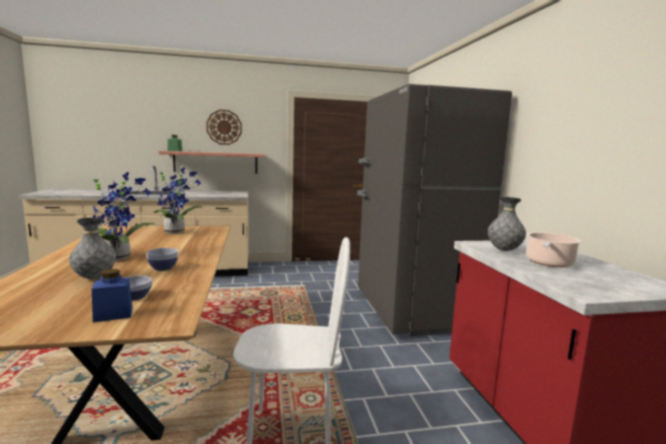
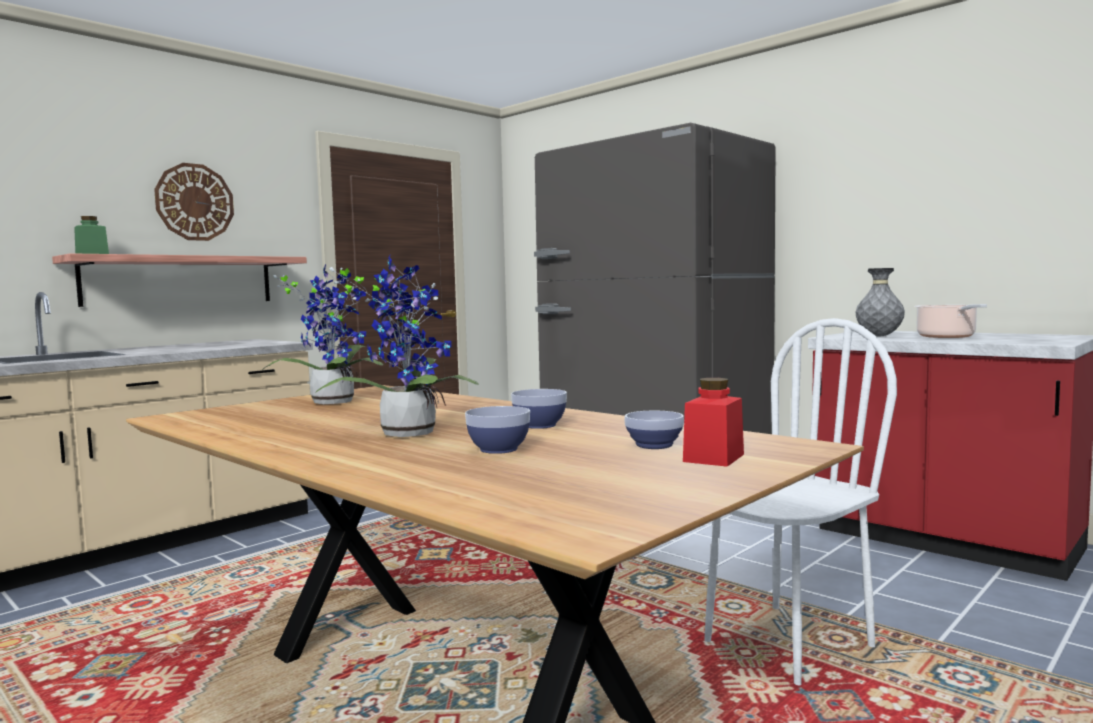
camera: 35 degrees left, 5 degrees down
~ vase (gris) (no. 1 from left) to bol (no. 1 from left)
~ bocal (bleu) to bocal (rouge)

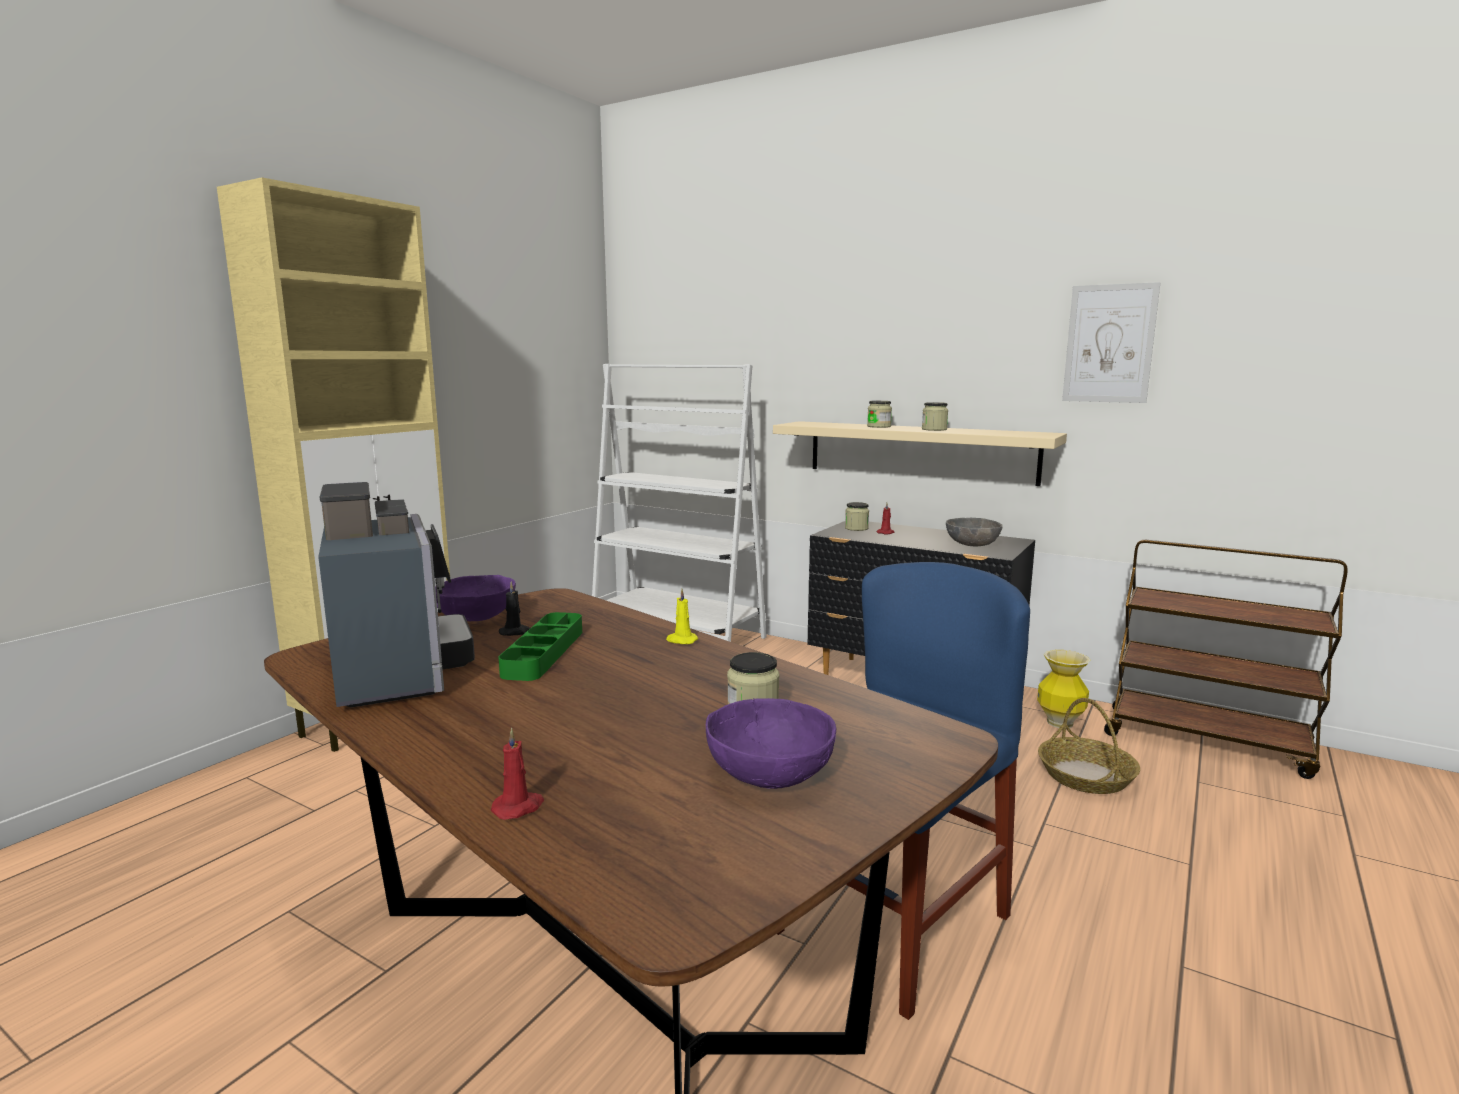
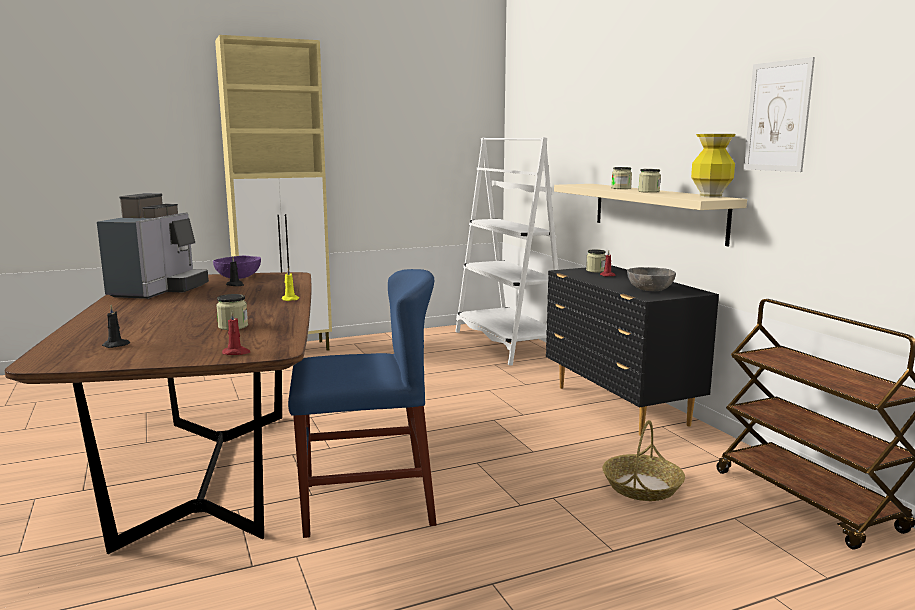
camera: 35 degrees right, 0 degrees up
~ bougie (rouge) (no. 1 from left)
- plateau (vert)
- bol (violet) (no. 2 from left)
~ vase
+ bougie (noir) (no. 1 from left)

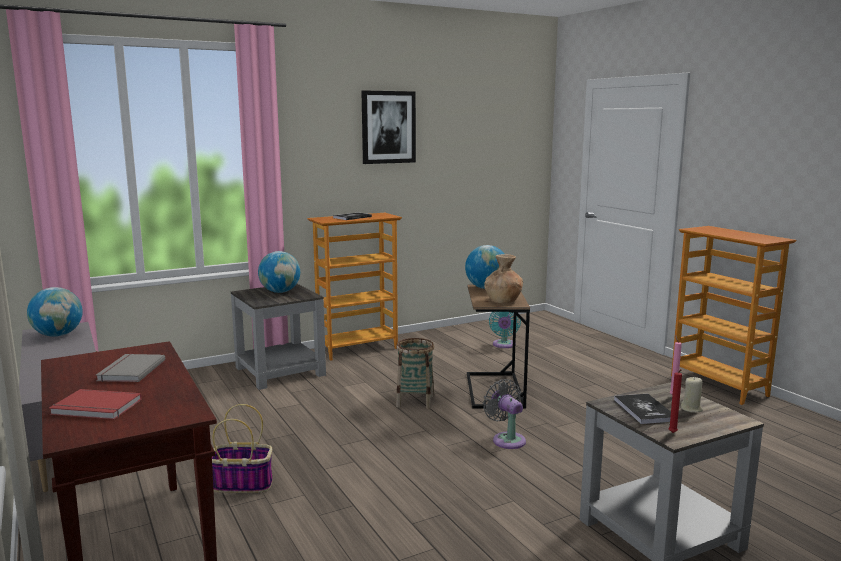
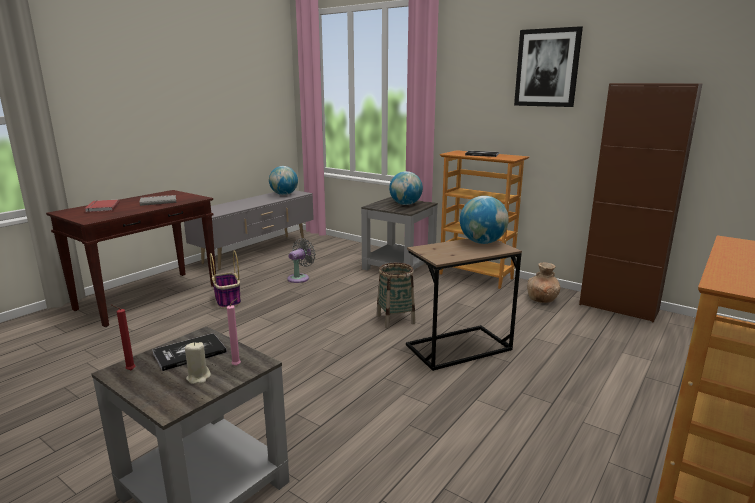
camera: 65 degrees right, 5 degrees up
~ ventilateur (gris)
~ vase (marron)
- ventilateur (turquoise)
+ meuble de rangement (marron)

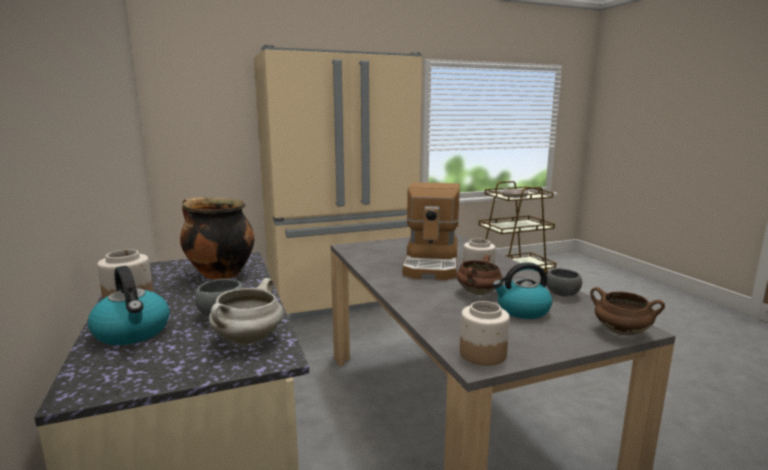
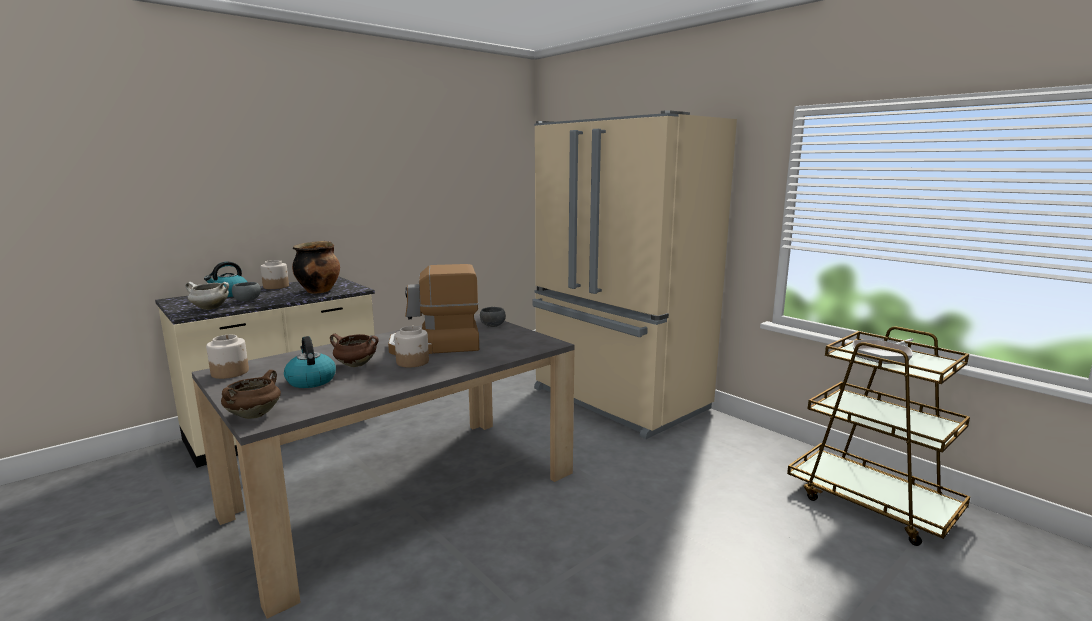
camera: 70 degrees right, 0 degrees up
~ bol (gris) (no. 2 from left)

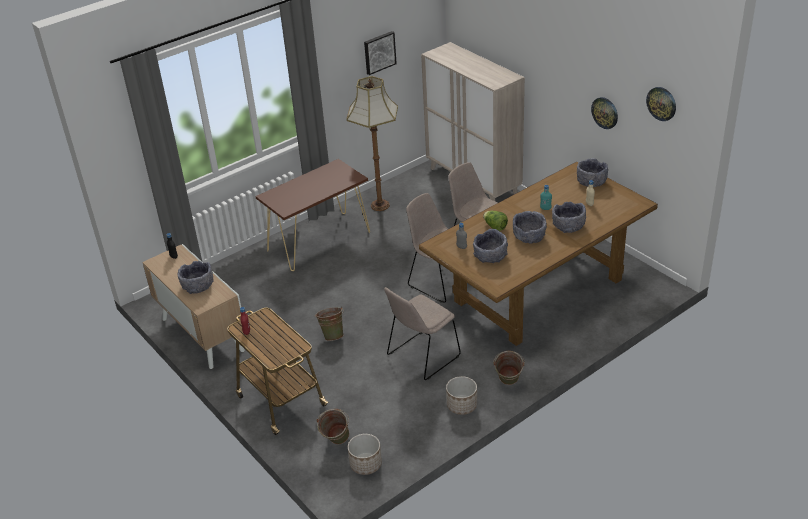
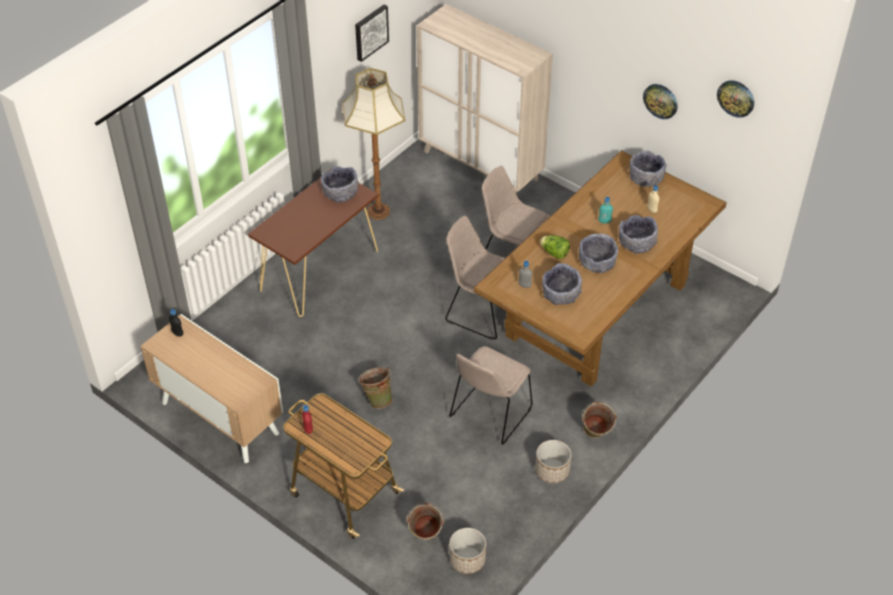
camera: 15 degrees left, 10 degrees up
~ bol (gris) (no. 1 from left)

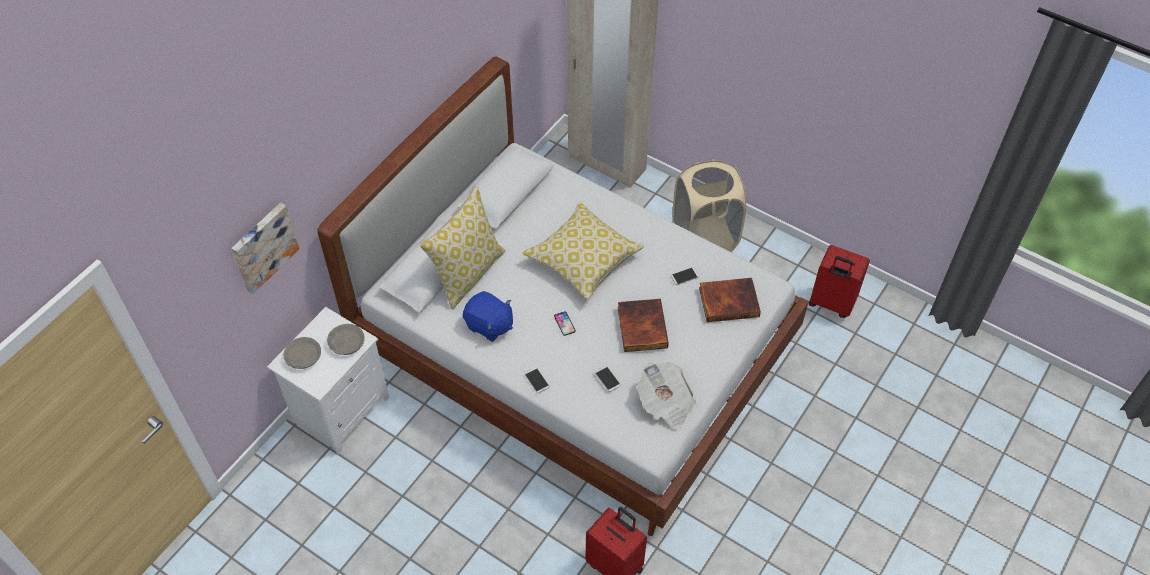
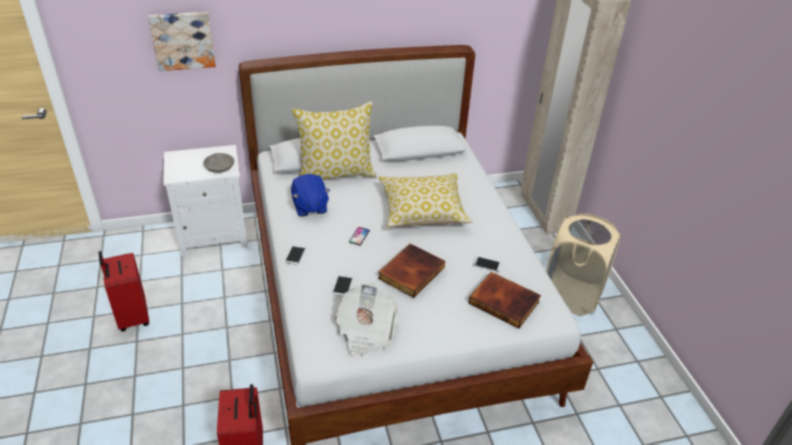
camera: 40 degrees right, 15 degrees down
- bol (gris) (no. 1 from left)
~ valise (rouge) (no. 2 from left in the first image) to valise (rouge) (no. 1 from left)

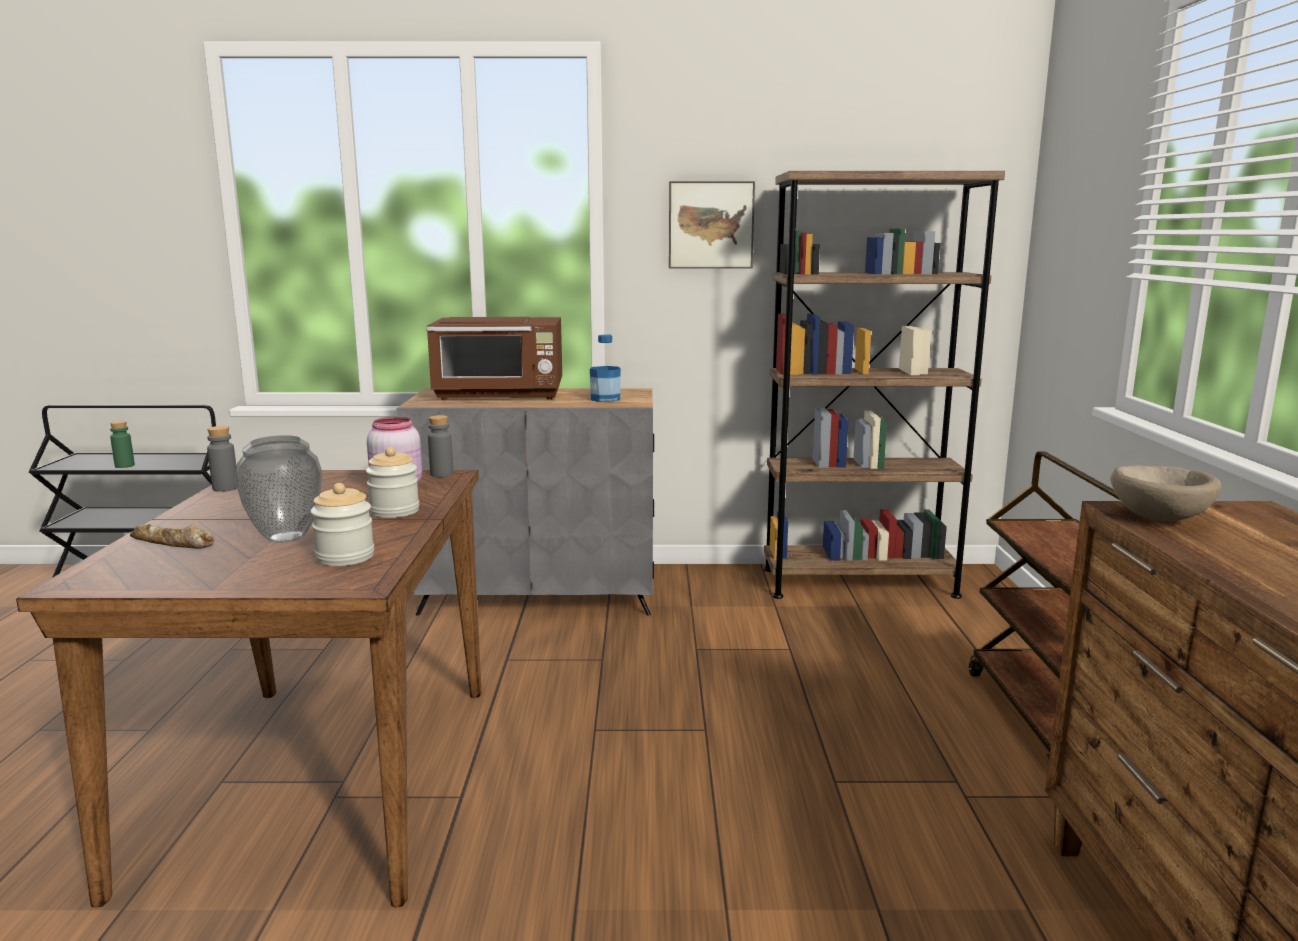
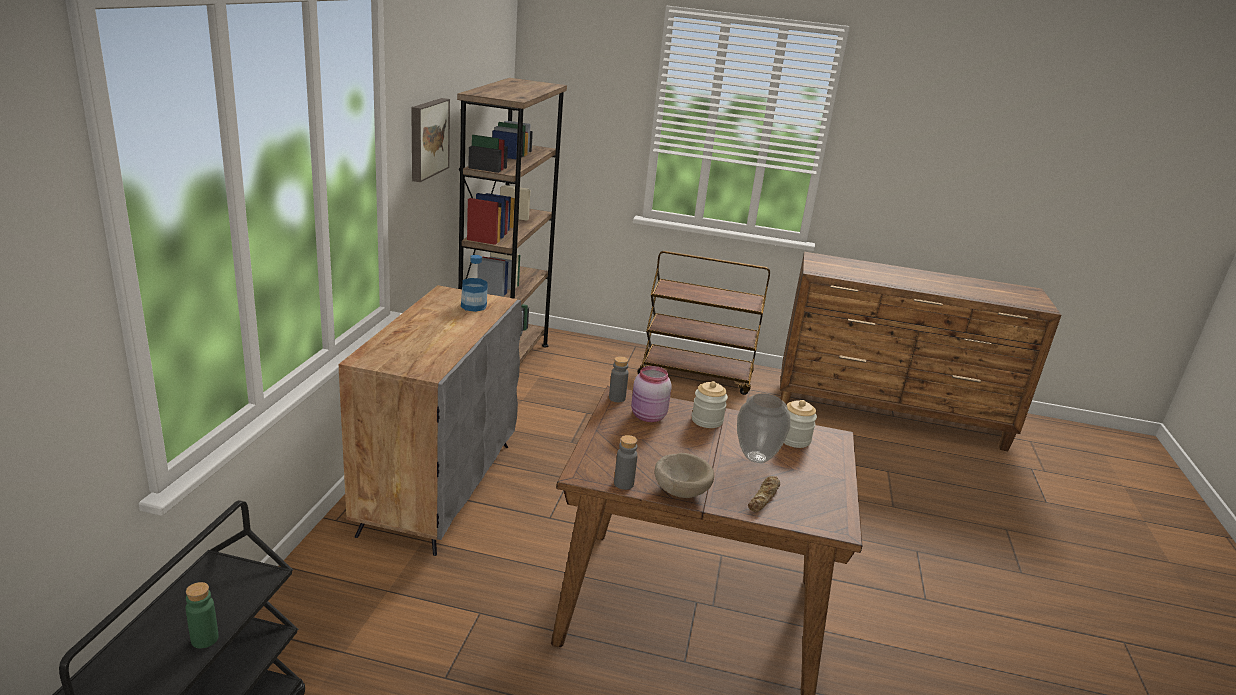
camera: 80 degrees left, 10 degrees up
- micro-ondes (marron)
~ bol (beige)

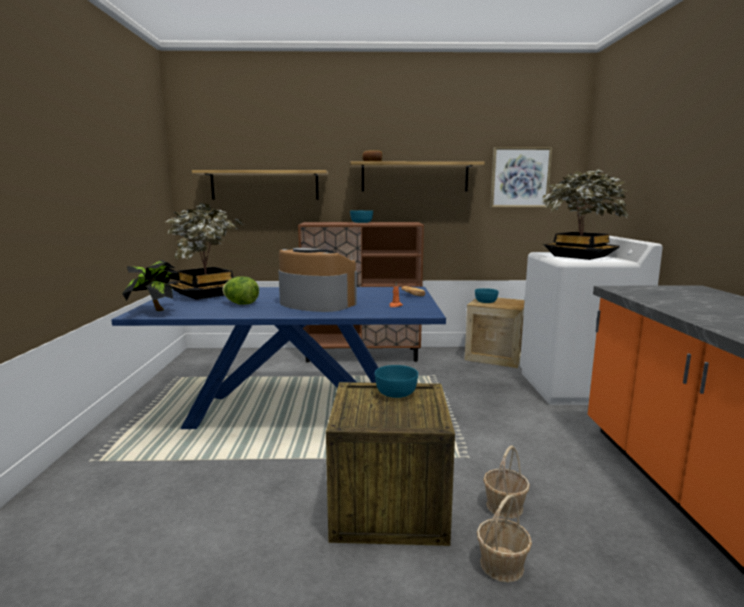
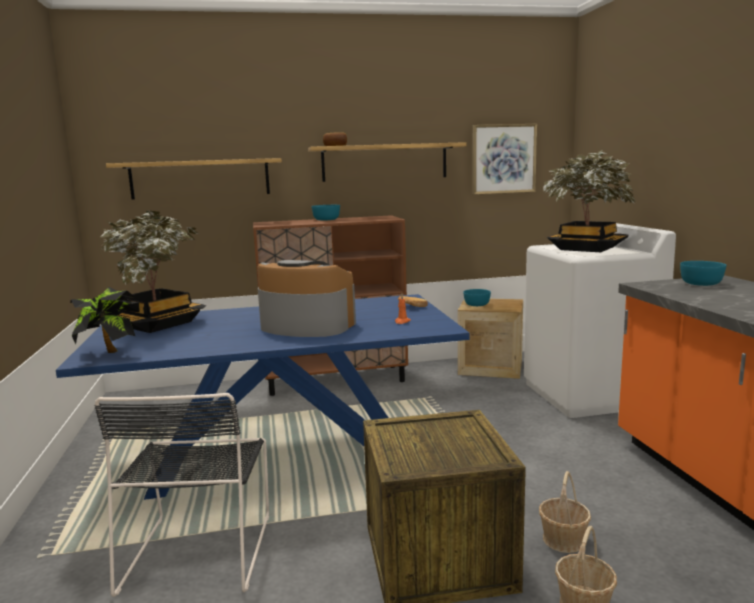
camera: 10 degrees left, 0 degrees up
- laitue
~ bol (turquoise) (no. 2 from left in the first image) to bol (turquoise) (no. 3 from left)
+ chaise (noir)

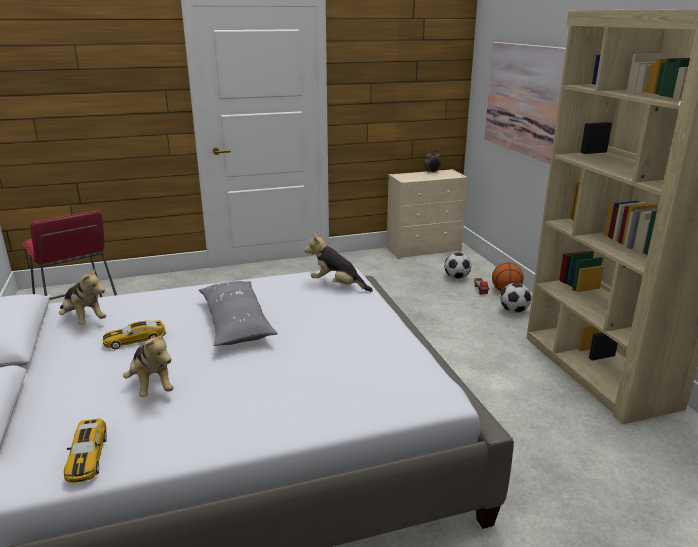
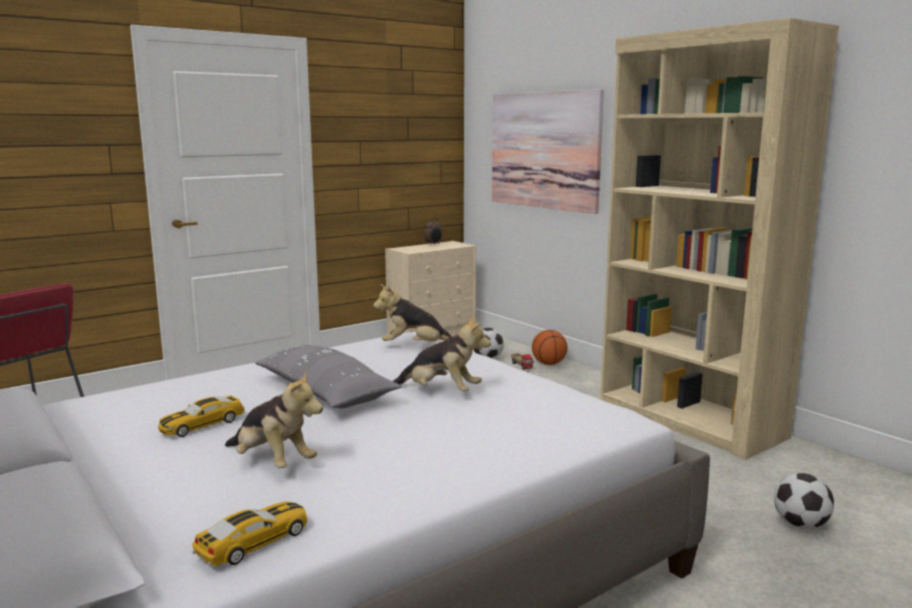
camera: 20 degrees left, 10 degrees down
~ peluche (no. 1 from left in the first image) to peluche (no. 3 from left)
~ petite voiture (no. 1 from left in the first image) 105 degrees counterclockwise
~ ballon de foot (no. 2 from left)

